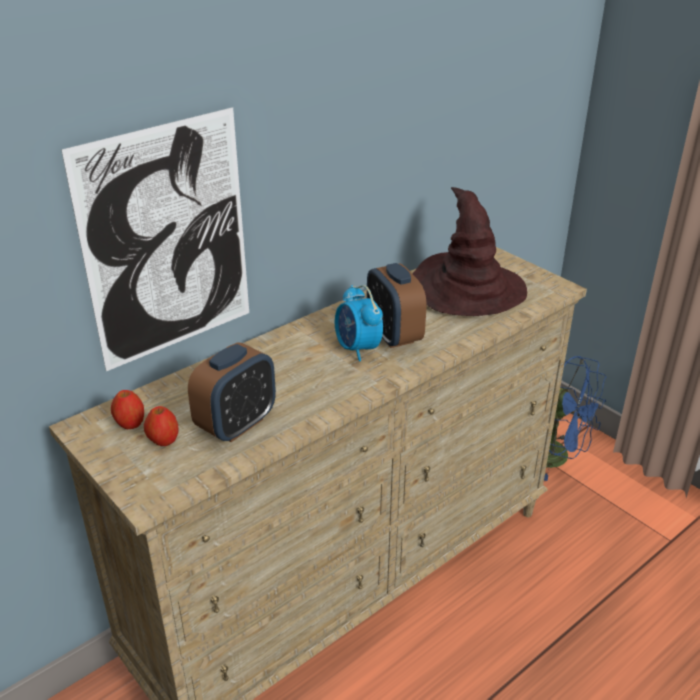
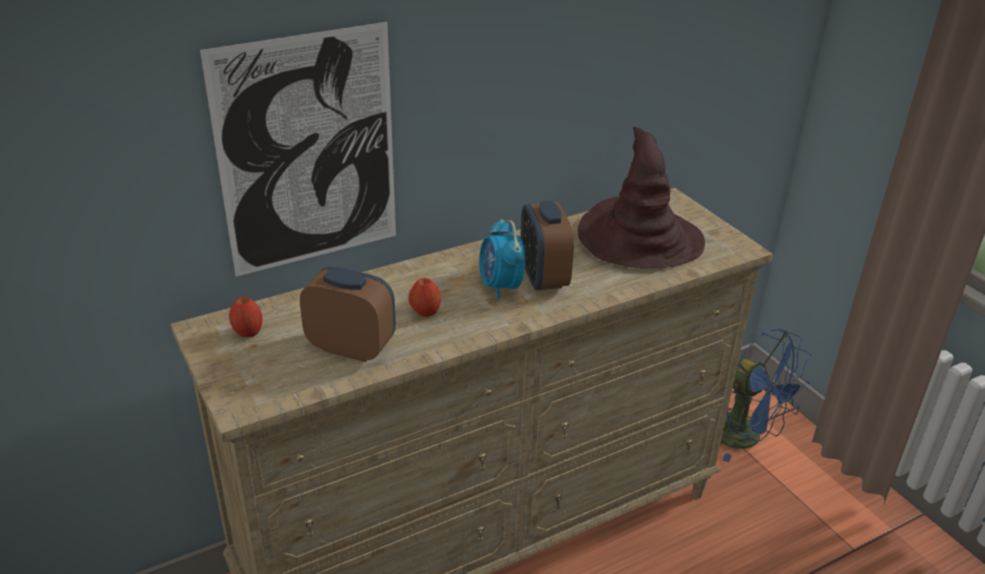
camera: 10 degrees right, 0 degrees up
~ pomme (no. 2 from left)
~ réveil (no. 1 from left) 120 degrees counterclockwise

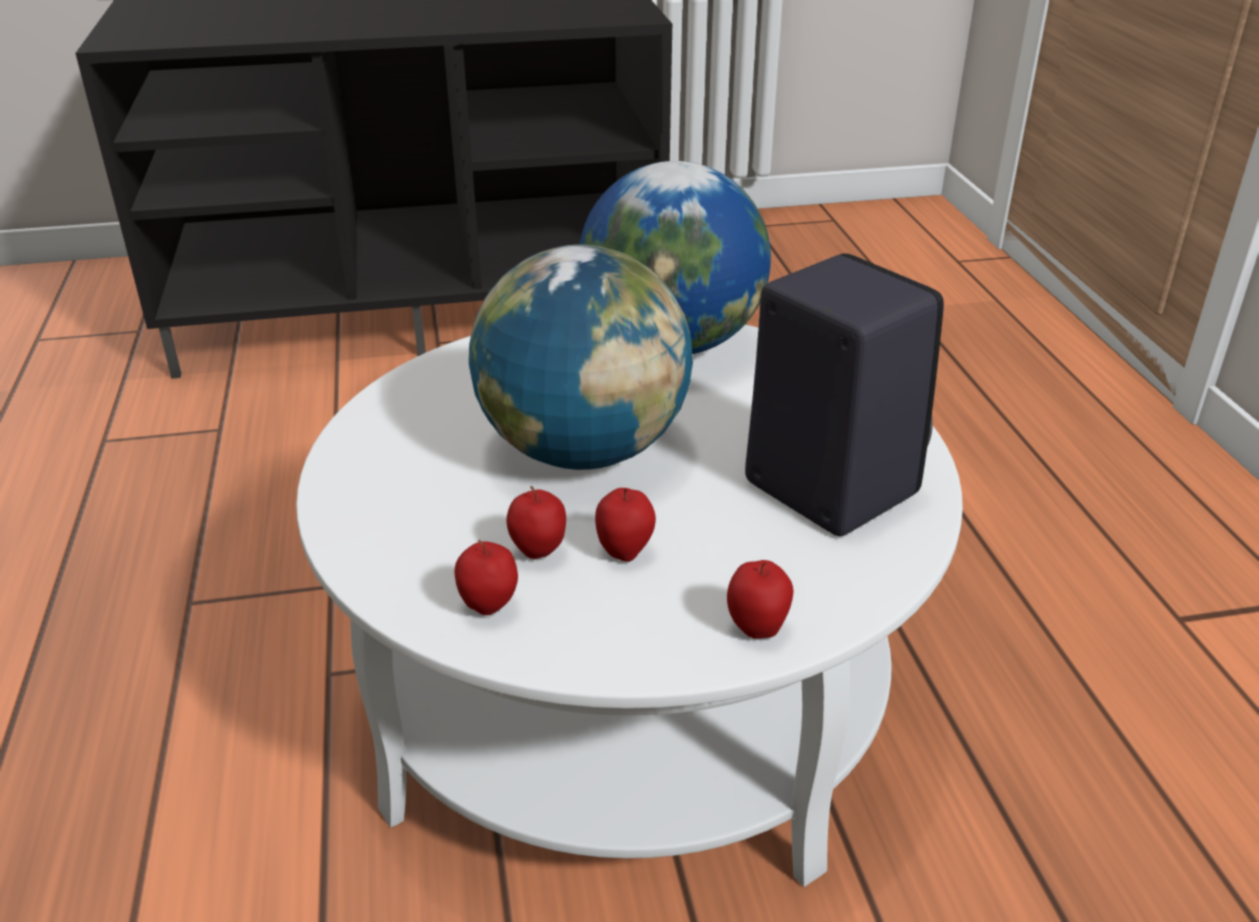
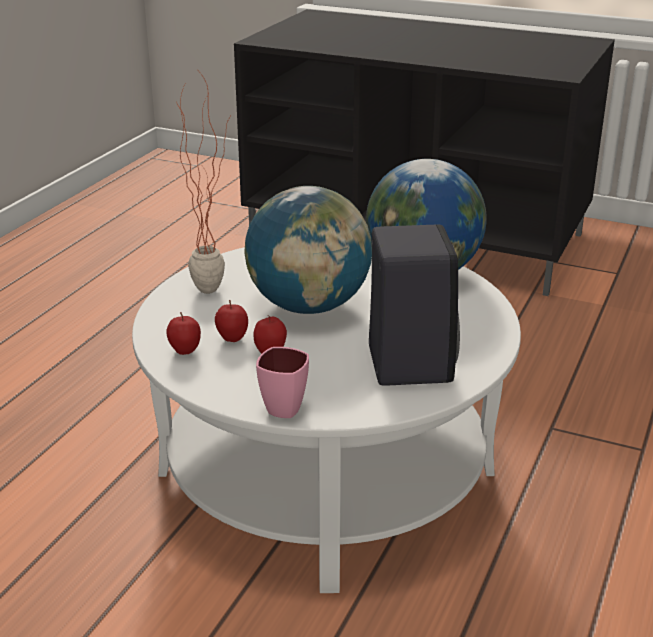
camera: 35 degrees right, 5 degrees down
~ pomme (no. 4 from left) to mug (rose)
+ plante en pot

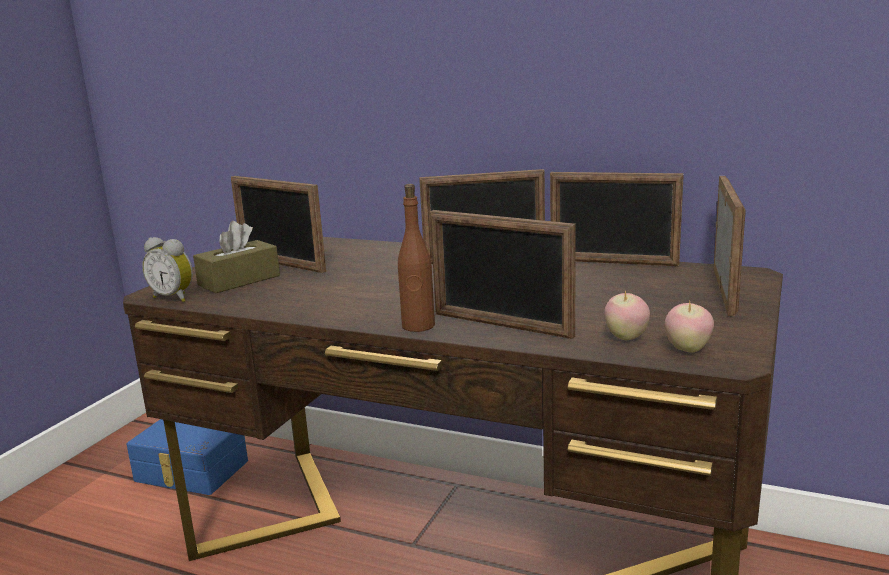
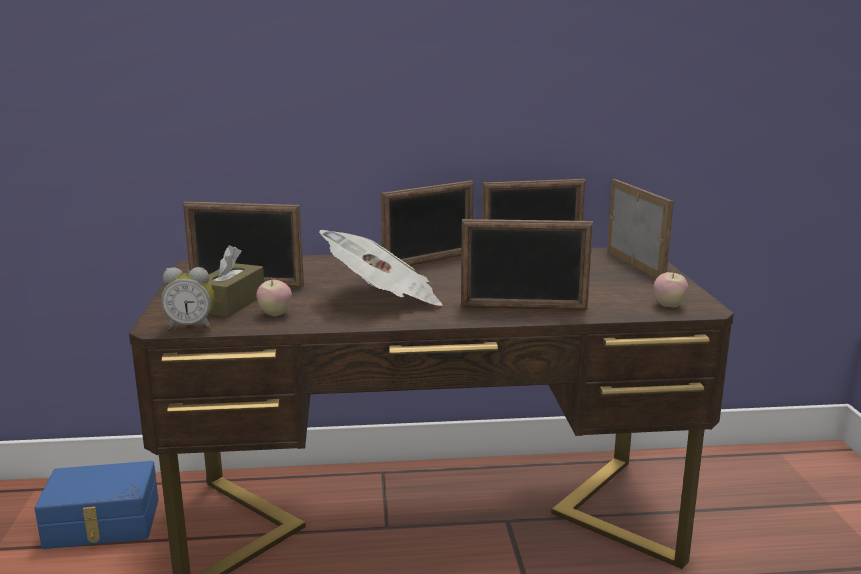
camera: 30 degrees left, 0 degrees up
- bouteille (marron)
~ pomme (no. 1 from left)
+ journal

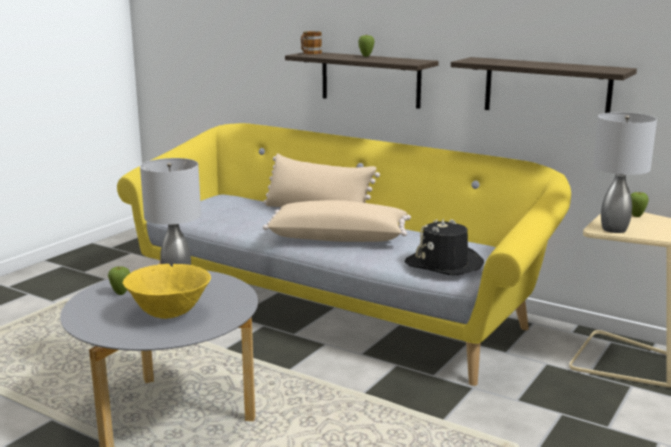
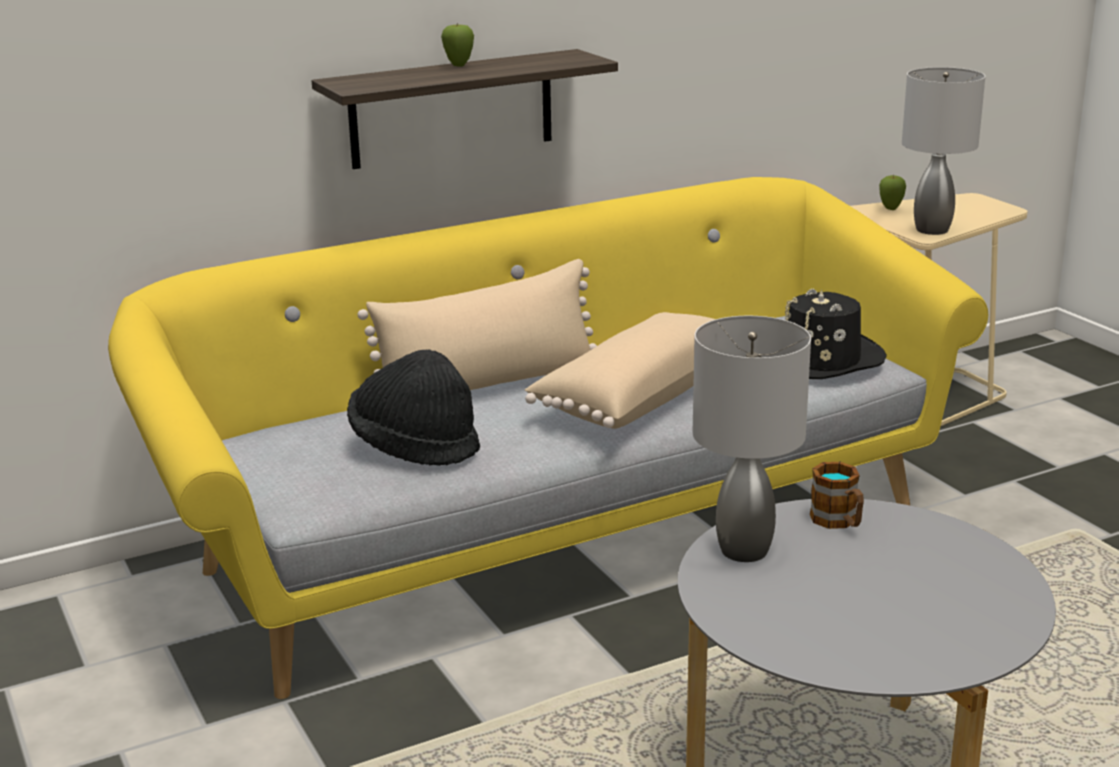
camera: 60 degrees left, 5 degrees up
- pomme (no. 1 from left)
- bol (jaune)
~ mug
- étagère (no. 2 from left)
+ chapeau (noir) (no. 1 from left)

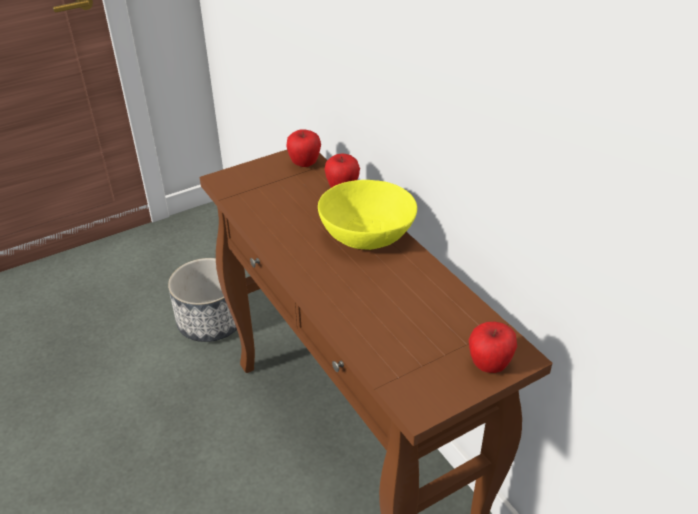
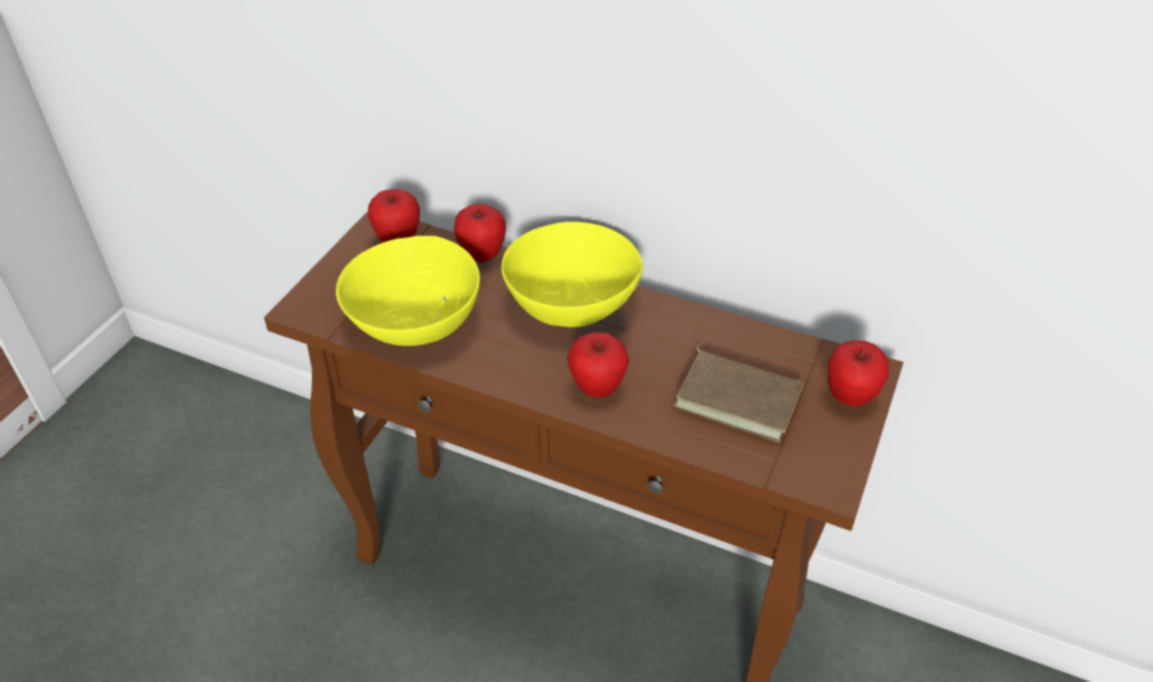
camera: 35 degrees left, 5 degrees up
- cache-pot
+ bol (jaune) (no. 1 from left)
+ pomme (no. 3 from left)
+ livre (marron)

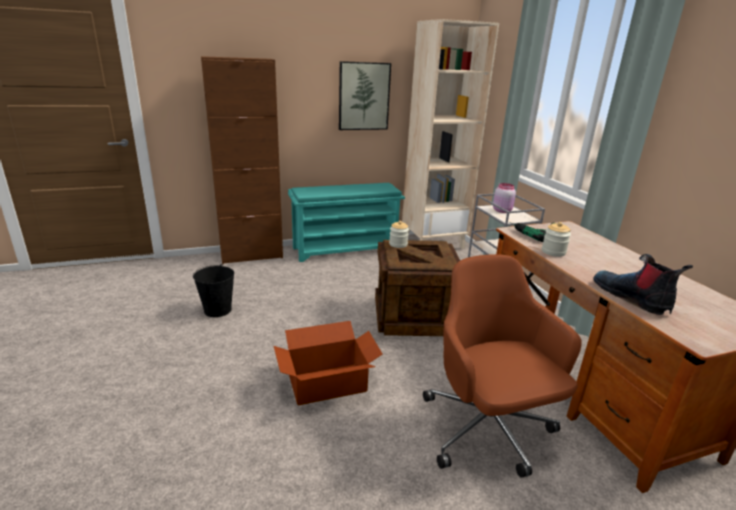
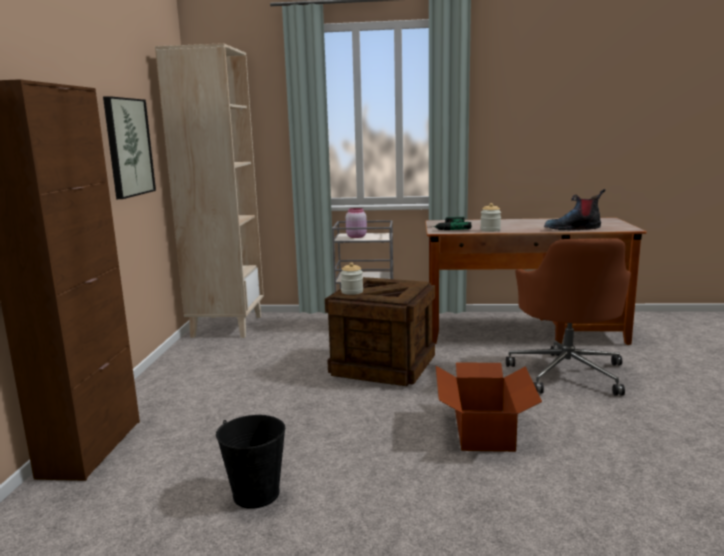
camera: 65 degrees left, 10 degrees down
- étagère à chaussures (turquoise)
~ chaise de bureau (marron) 90 degrees counterclockwise

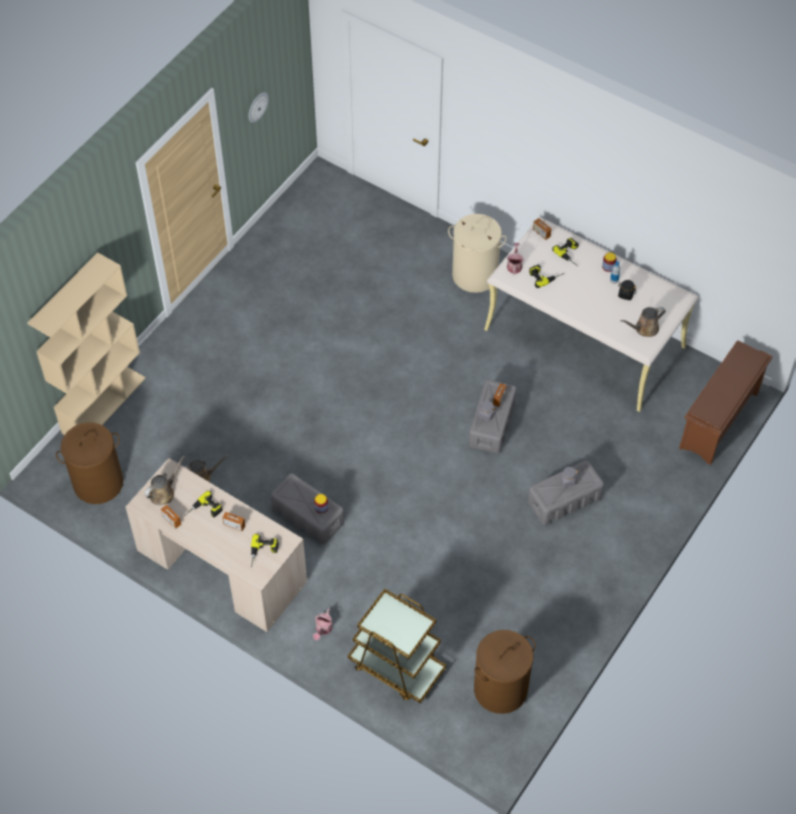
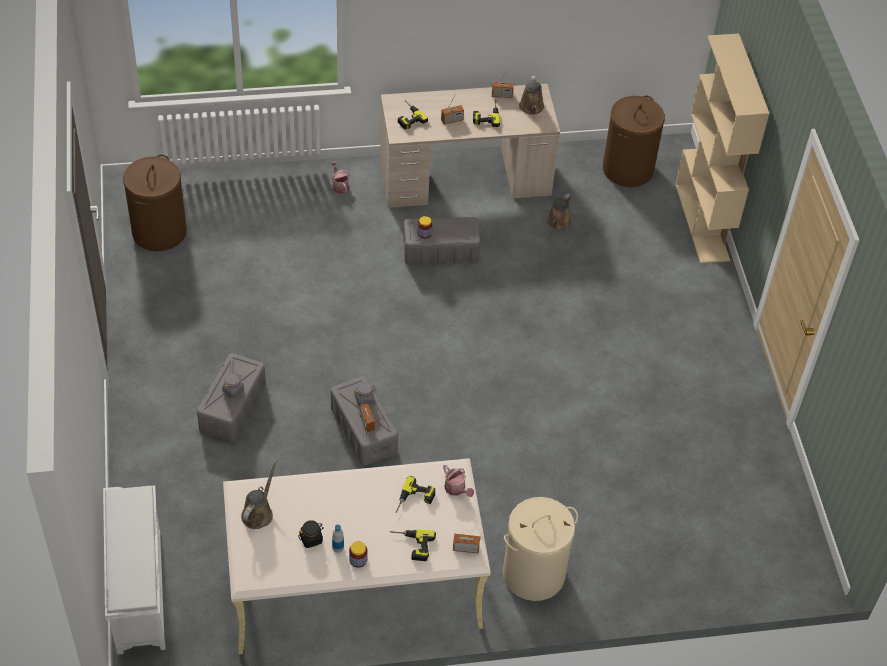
camera: 135 degrees right, 5 degrees down
- horloge murale
- chariot (marron)
~ étagère à chaussures (marron) to étagère à chaussures (blanc)

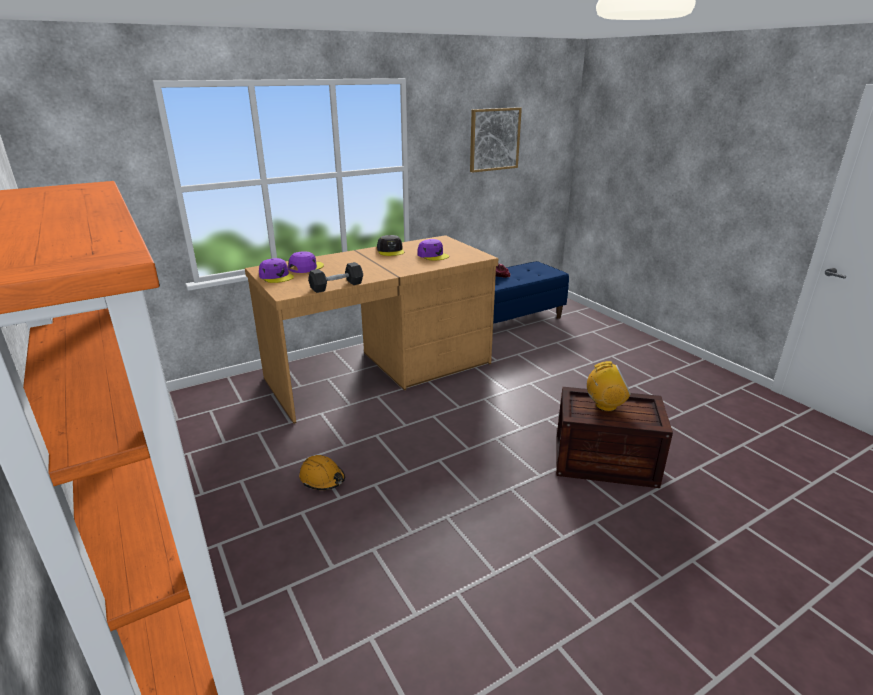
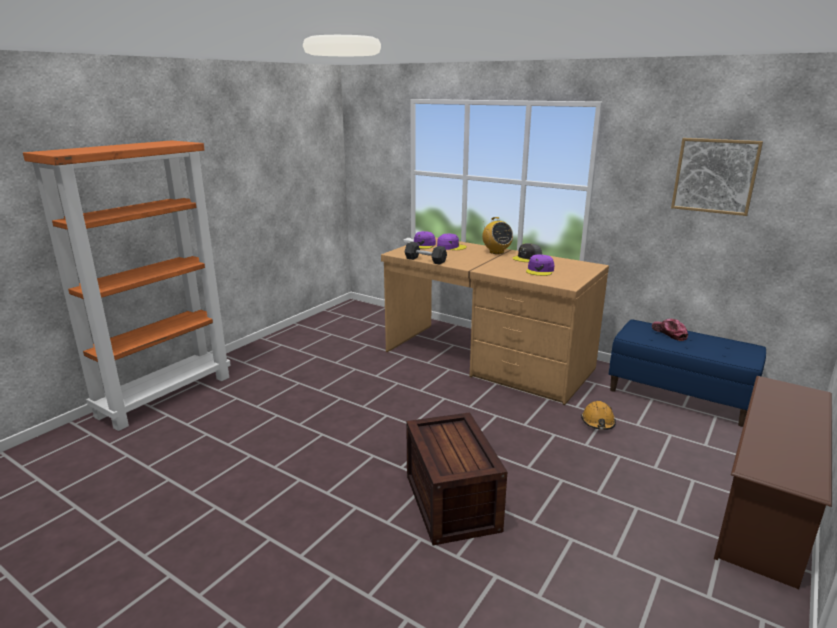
camera: 65 degrees right, 5 degrees down
~ casque de chantier (orange)
~ radio
+ étagère à chaussures (marron)

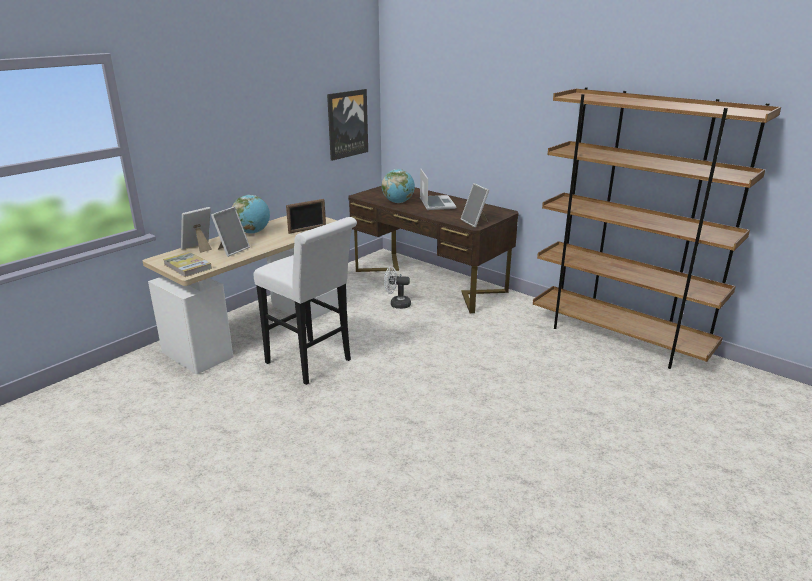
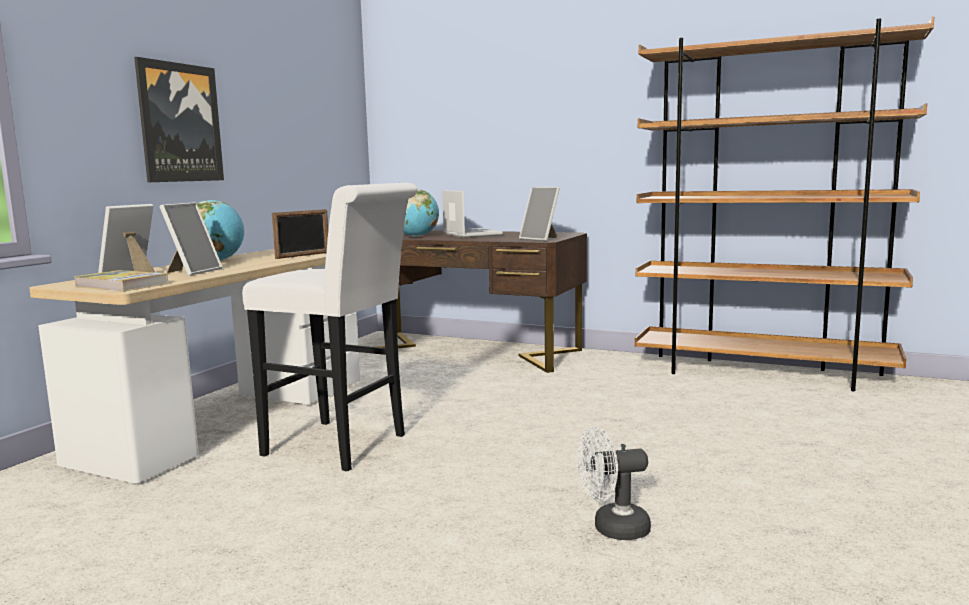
camera: 15 degrees left, 15 degrees down
~ tableau
~ ventilateur (blanc)

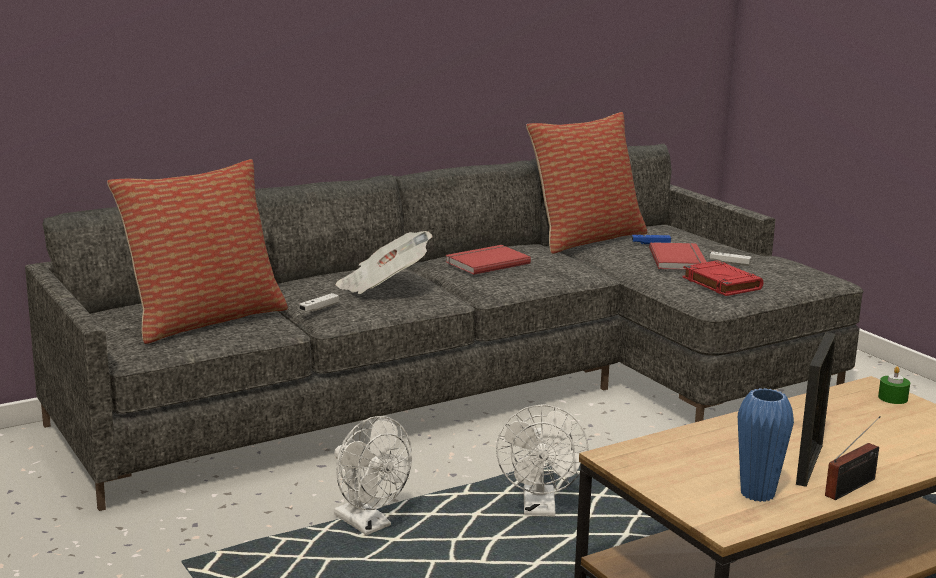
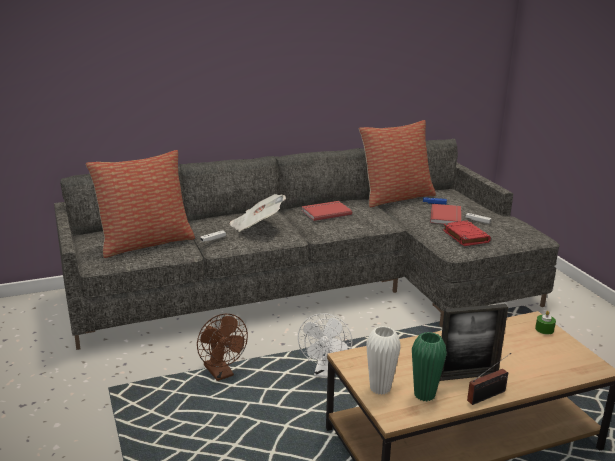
camera: 10 degrees right, 5 degrees up
~ ventilateur (blanc) (no. 1 from left) to ventilateur (marron)
~ vase (bleu) to vase (vert)
~ cadre photo 45 degrees clockwise
+ vase (blanc)

